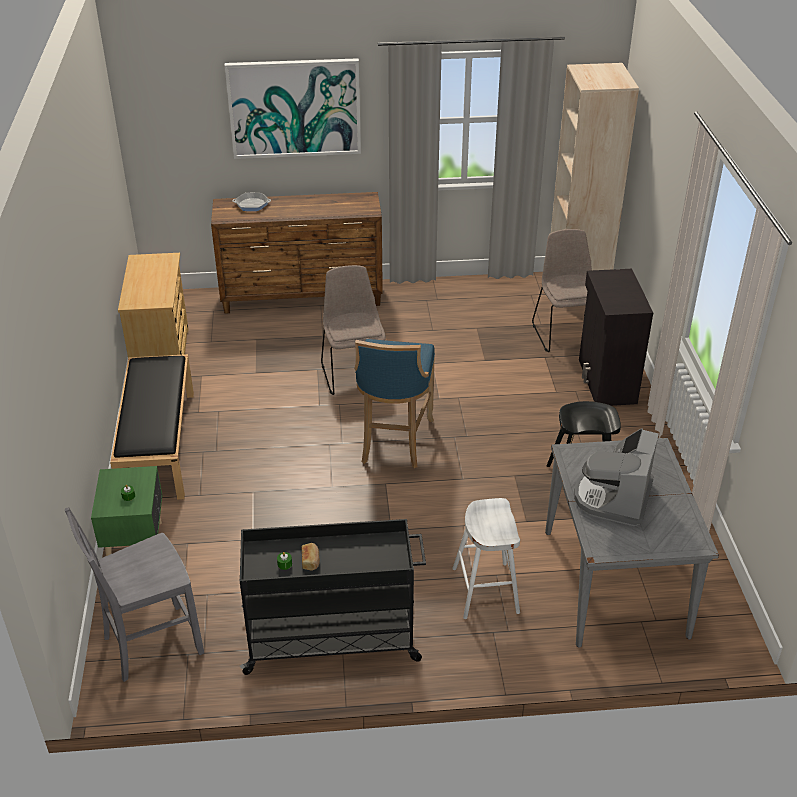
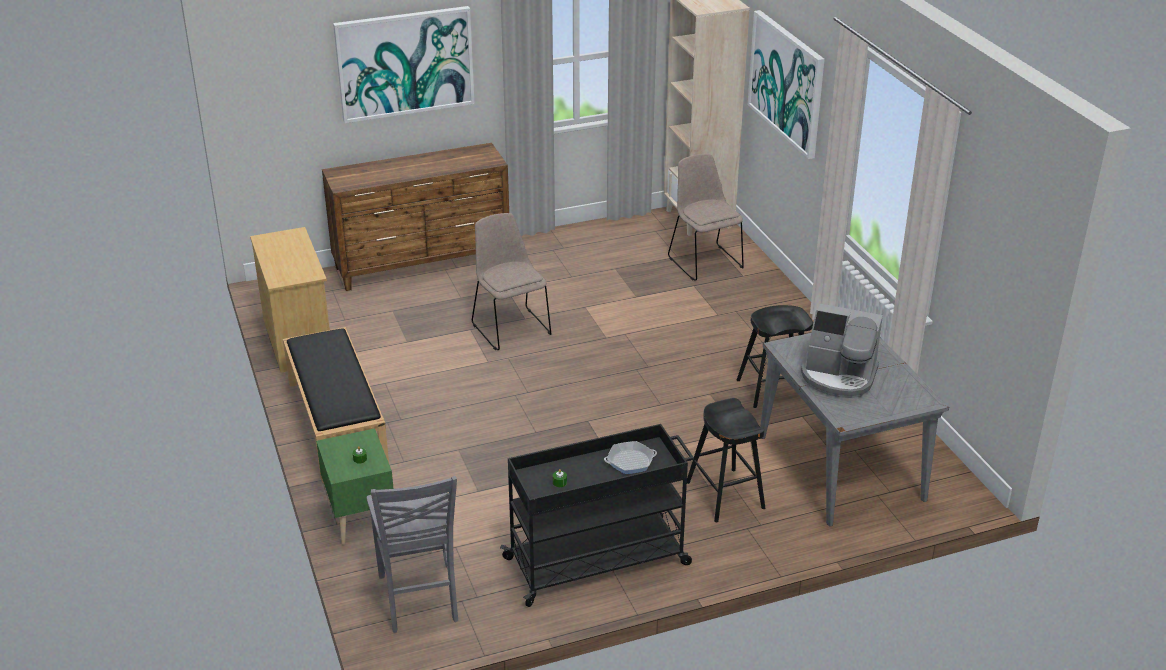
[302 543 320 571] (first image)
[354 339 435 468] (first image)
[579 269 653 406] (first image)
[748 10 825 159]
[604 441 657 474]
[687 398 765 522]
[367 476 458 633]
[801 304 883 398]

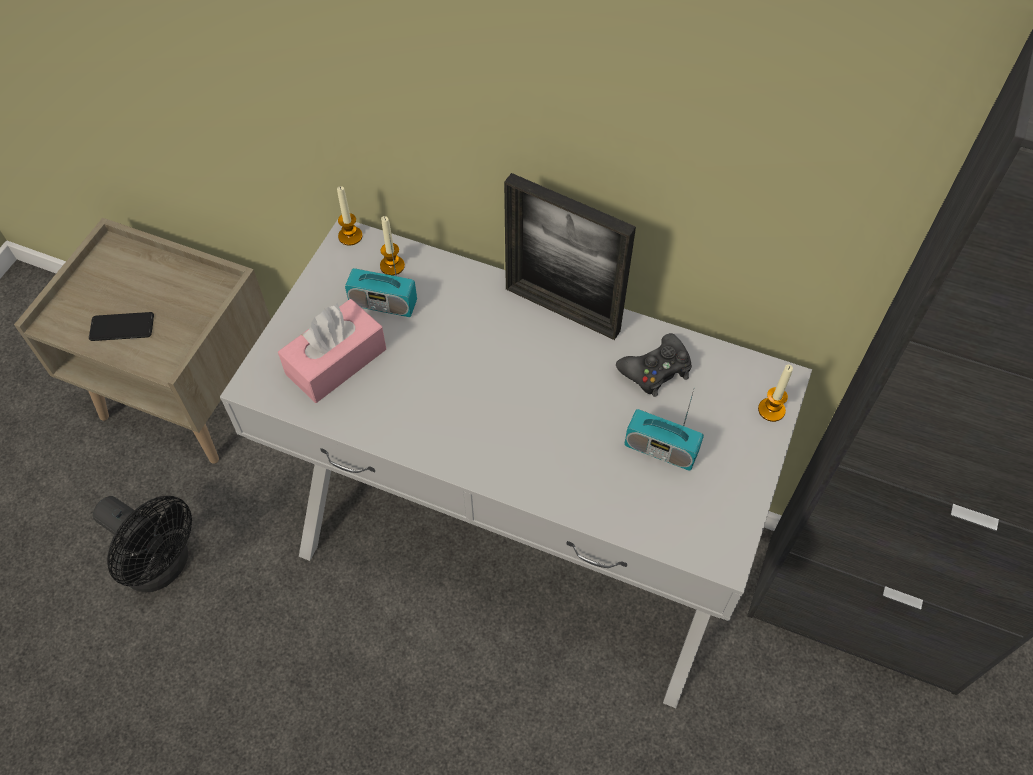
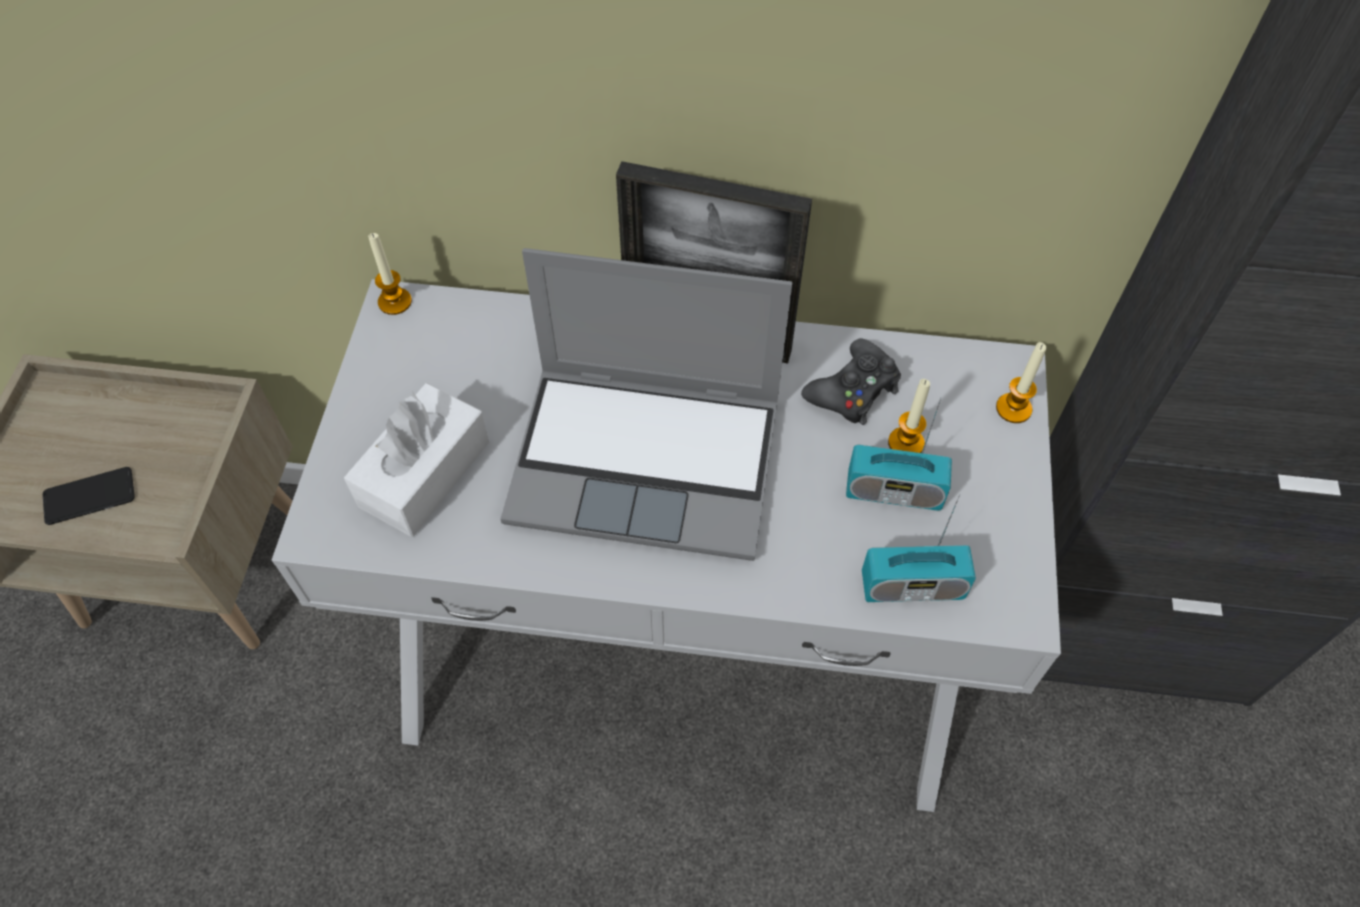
[93 496 192 592] (first image)
[501 248 792 561]
[862 494 976 602]
[888 379 930 453]
[344 383 489 537]

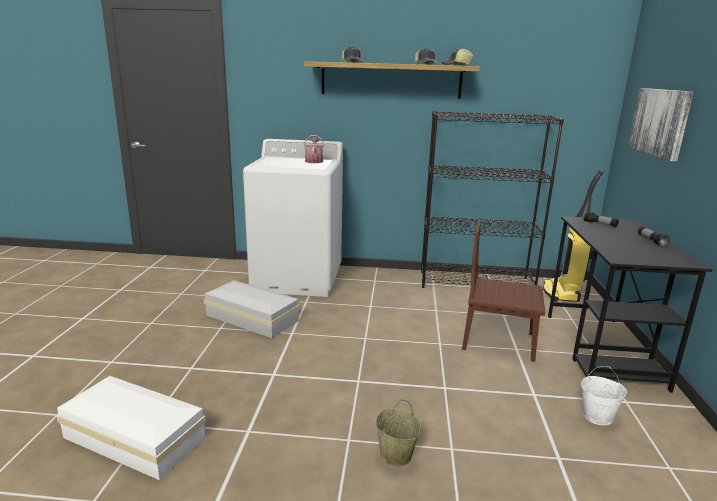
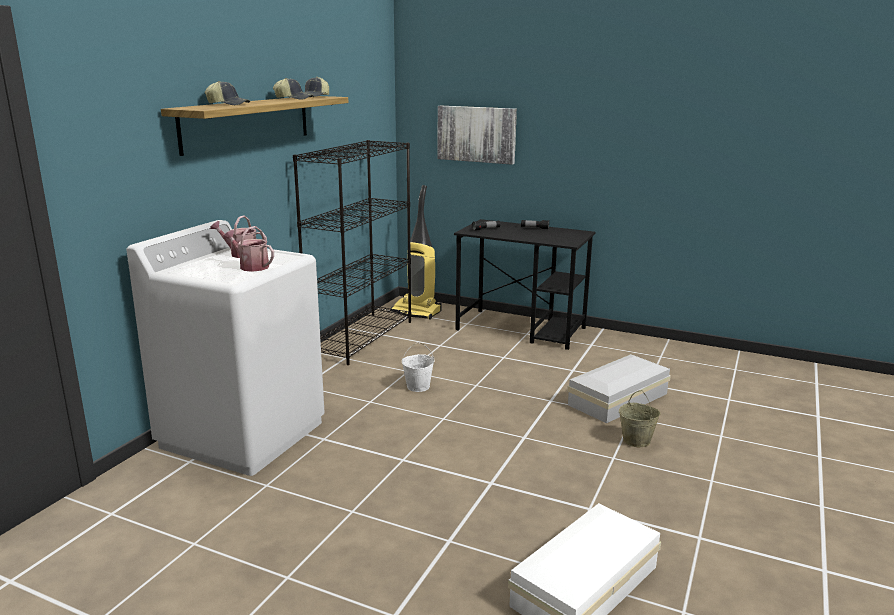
[462 220 545 362] (first image)
[223 226 274 272]
[567 354 671 423]
[402 342 434 392]

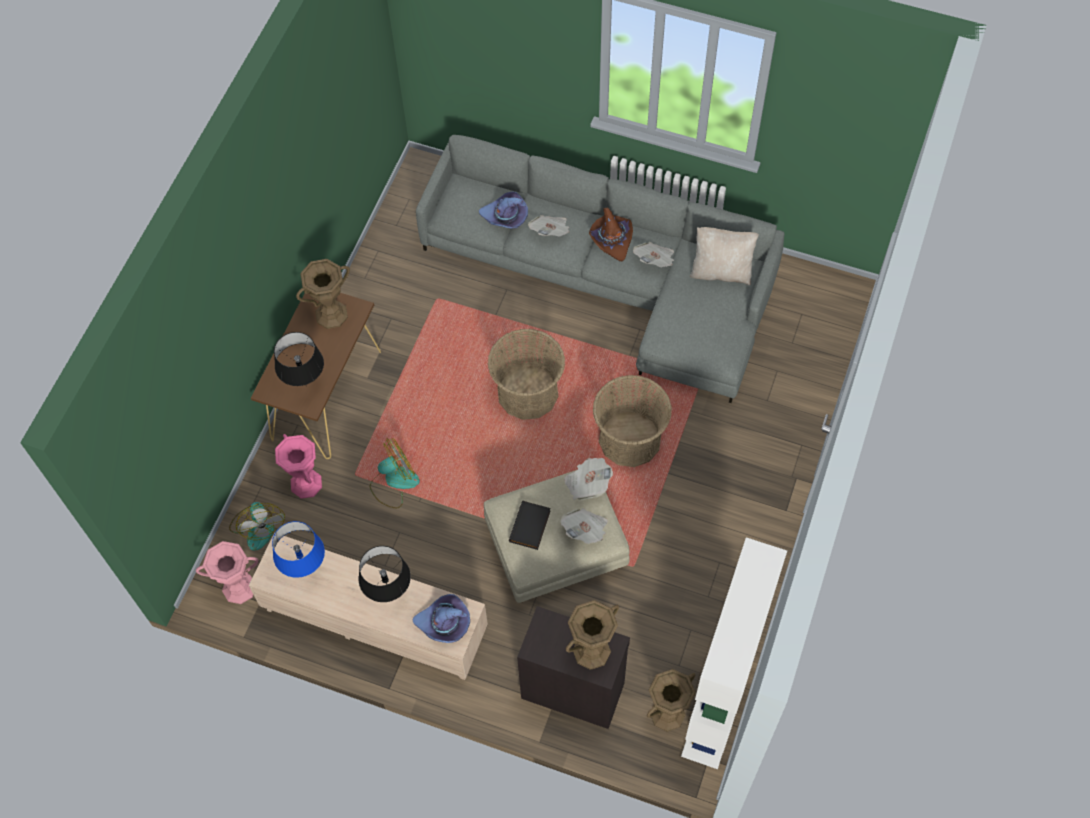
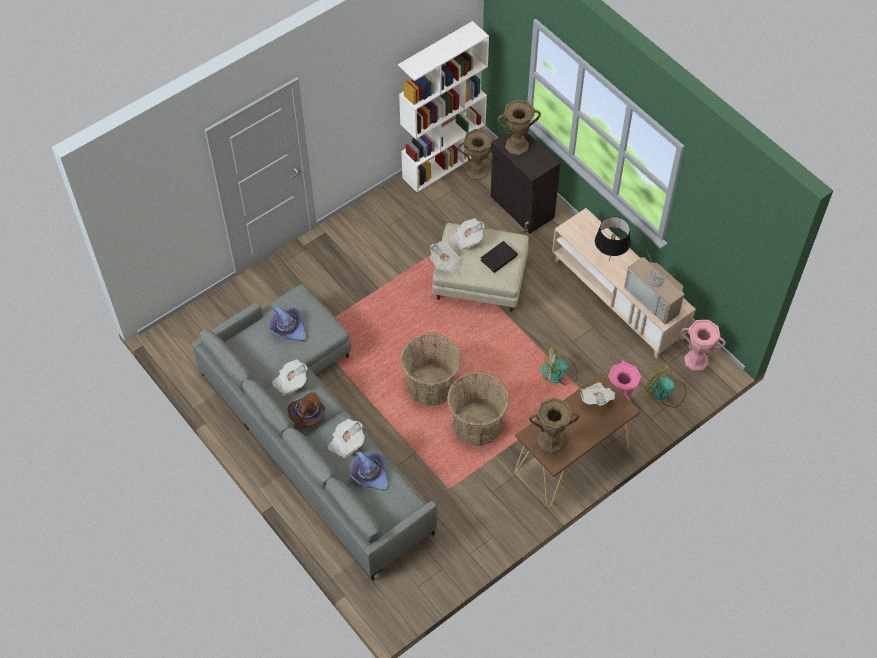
[690 227 759 285] (first image)
[269 306 306 341]
[447 372 509 446]
[624 254 684 325]
[580 383 615 406]
[646 362 686 408]

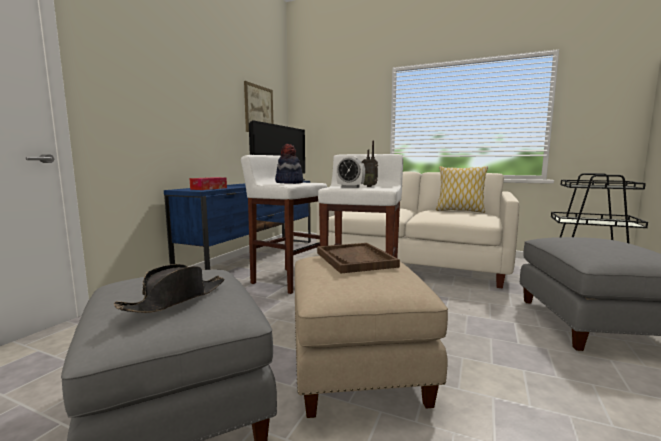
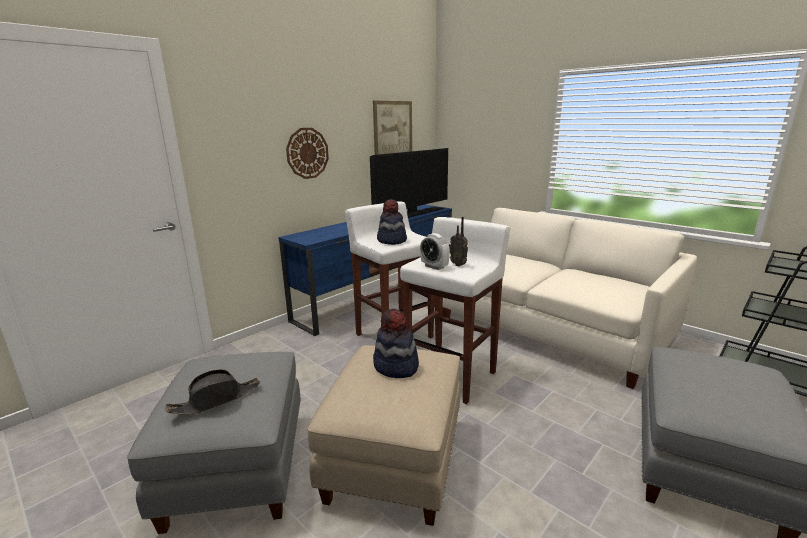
[189 177 227 190] (first image)
[436 166 488 213] (first image)
[286 128 329 179]
[373 309 419 378]

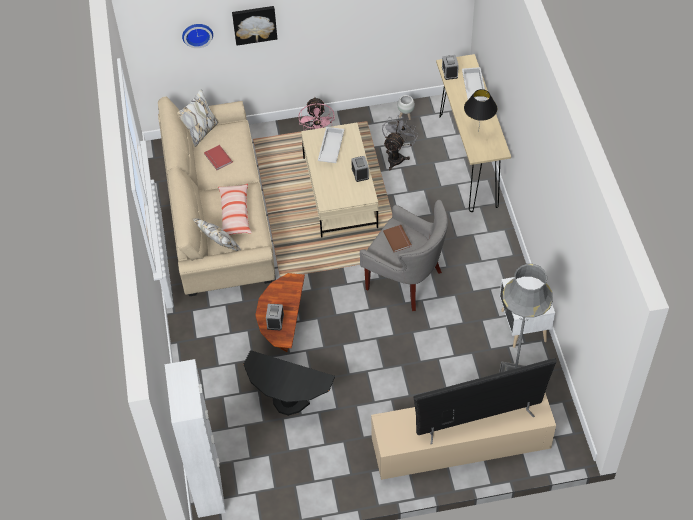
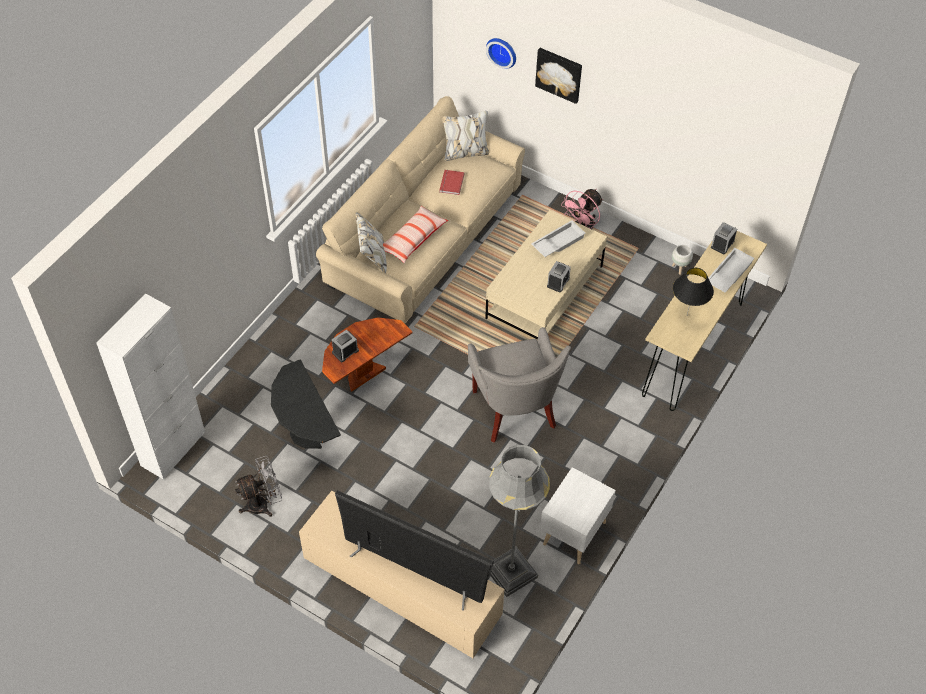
[383 225 412 252] (first image)
[235 456 282 517]

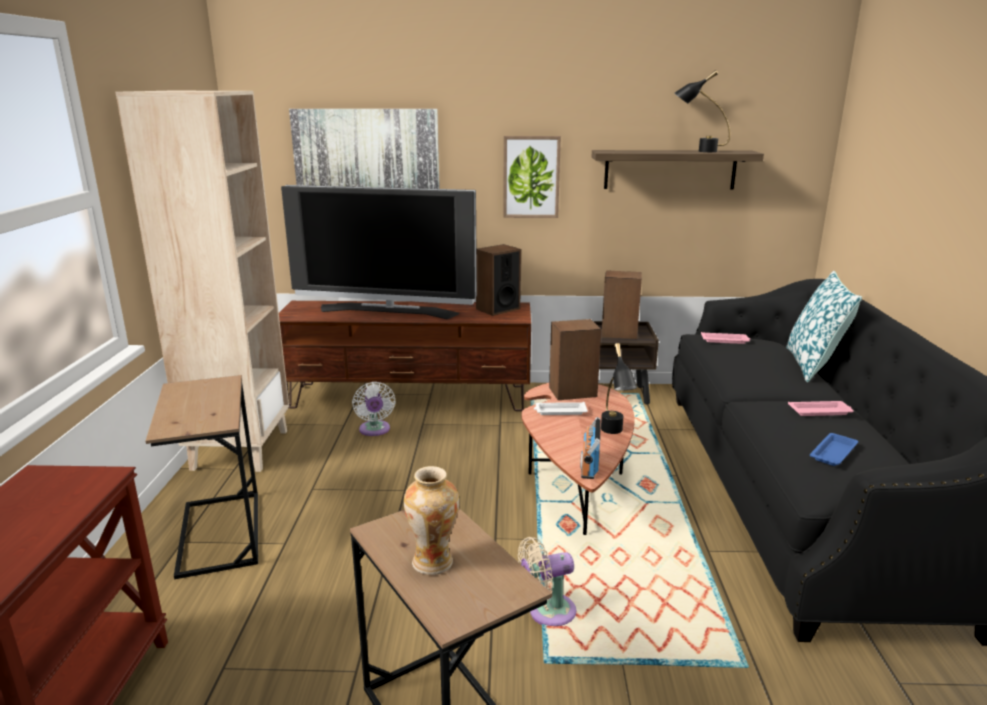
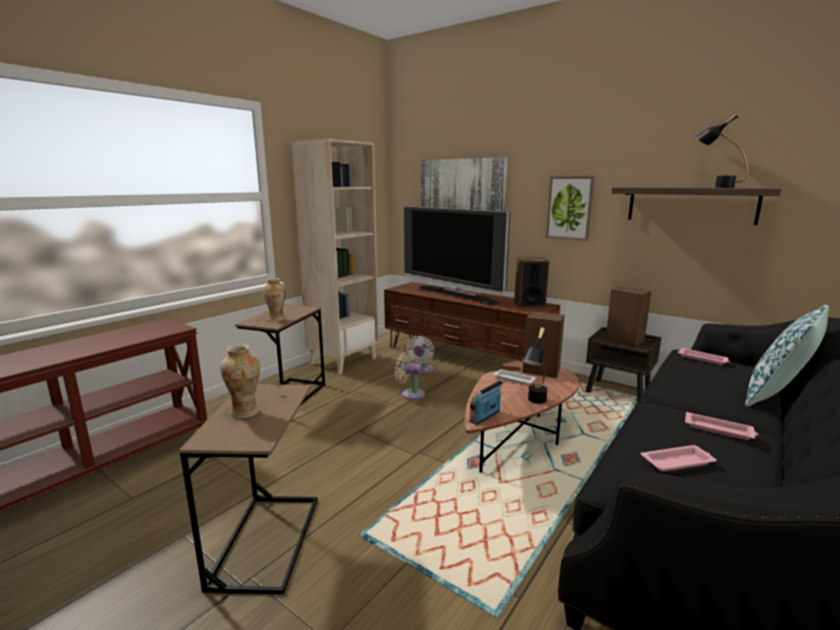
[263 278 286 322]
[395 352 425 400]
[641 445 716 471]

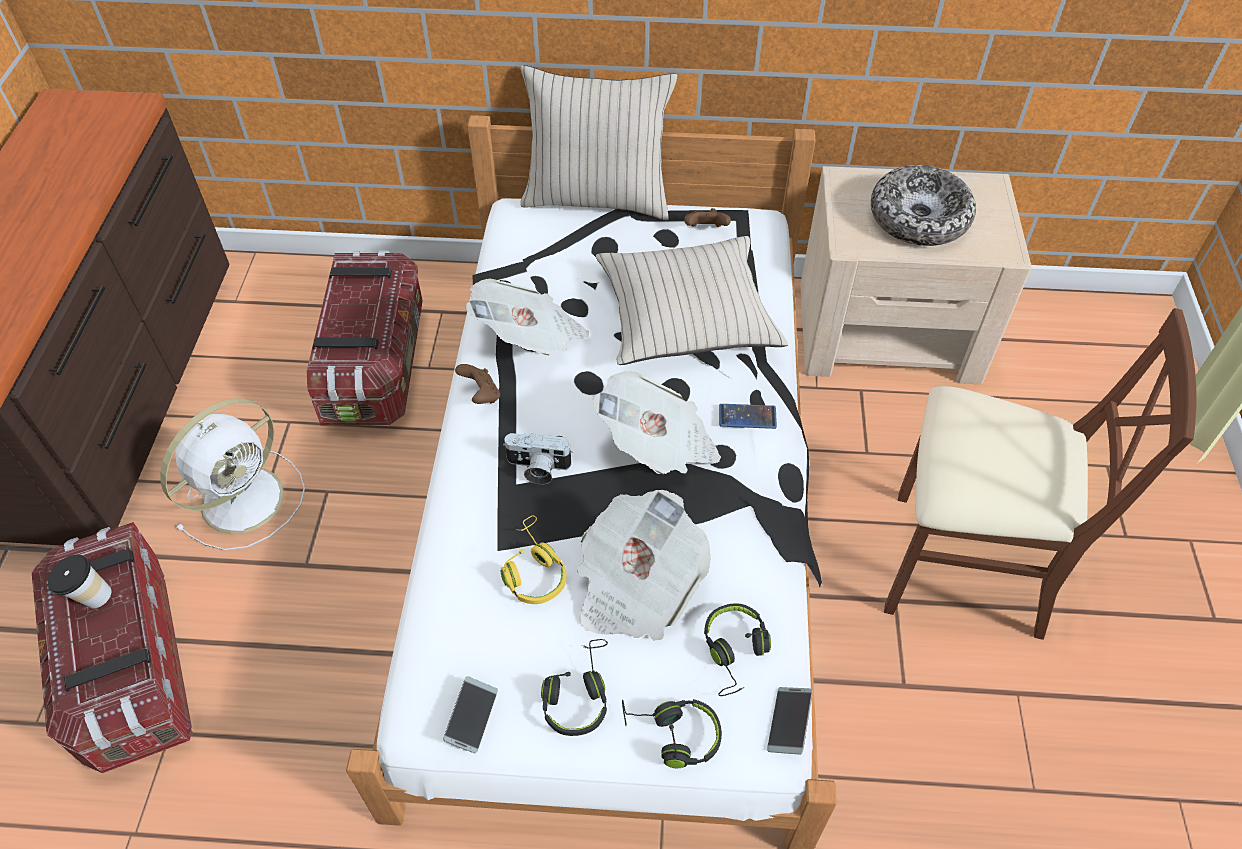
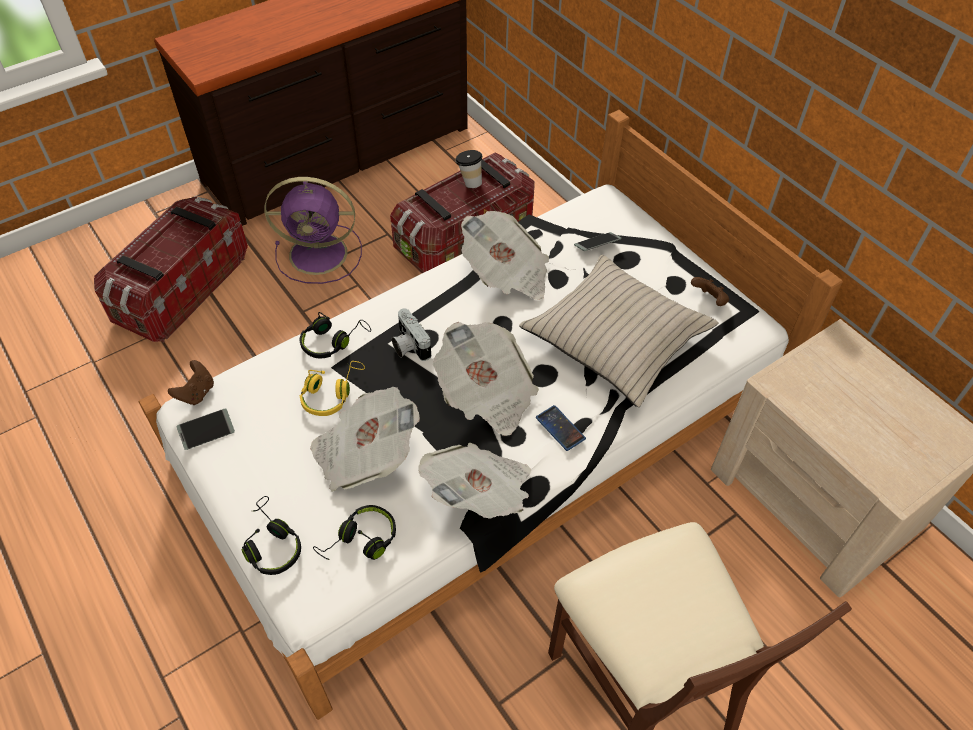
[520 65 677 220] (first image)
[871 165 976 246] (first image)
[418 443 531 519]
[455 150 482 188]
[168 360 214 405]
[300 312 371 358]
[574 232 621 251]
[264 177 362 284]

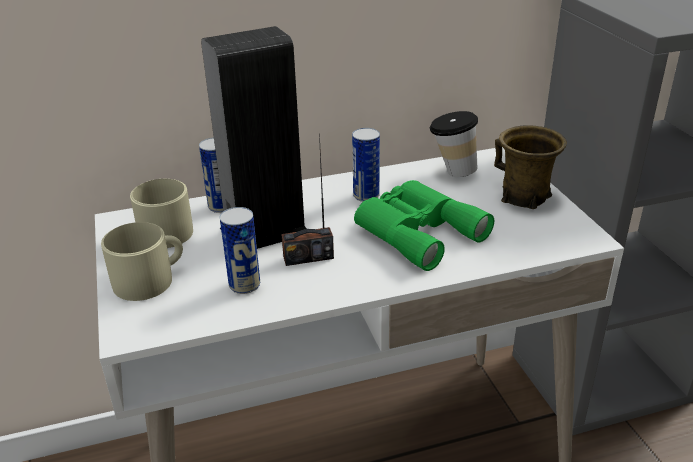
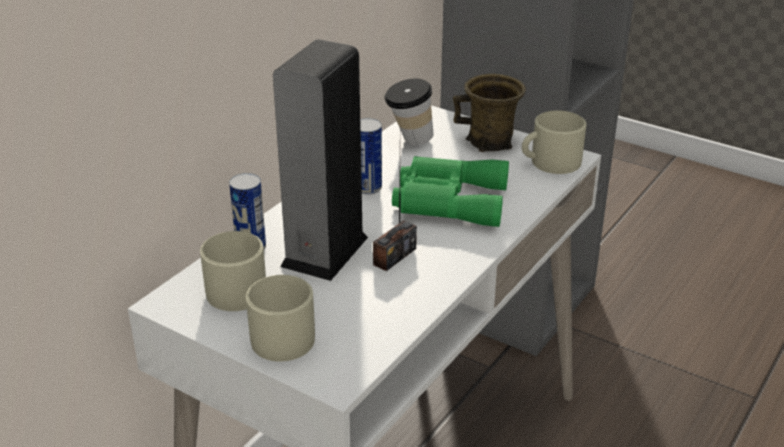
[220 207 260 294] (first image)
[522 110 586 174]

